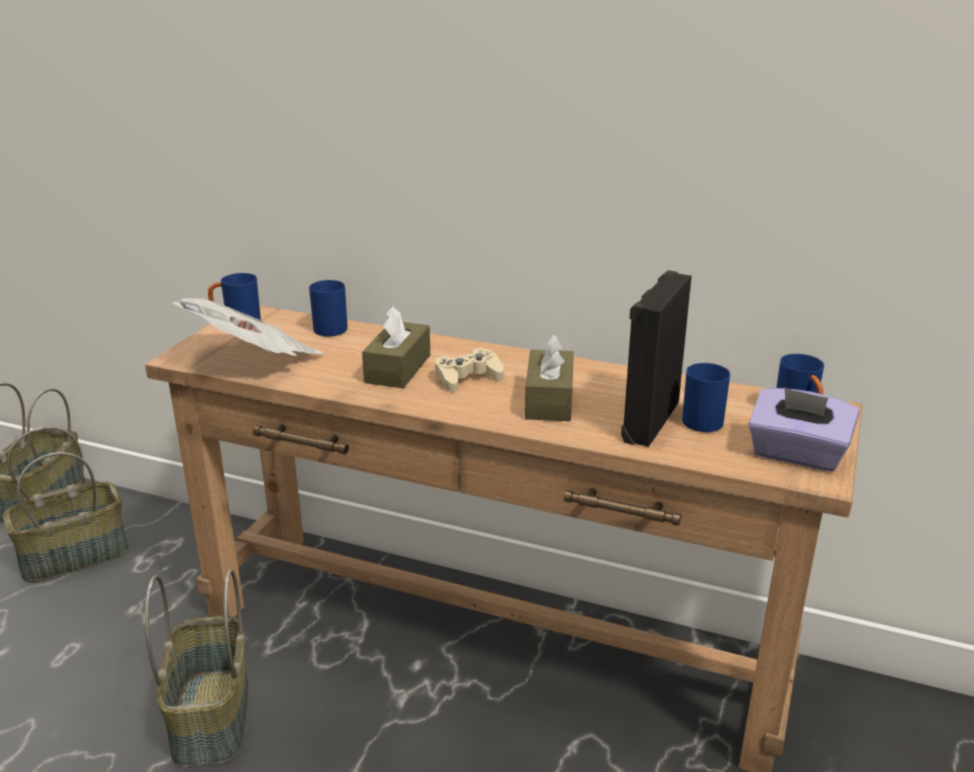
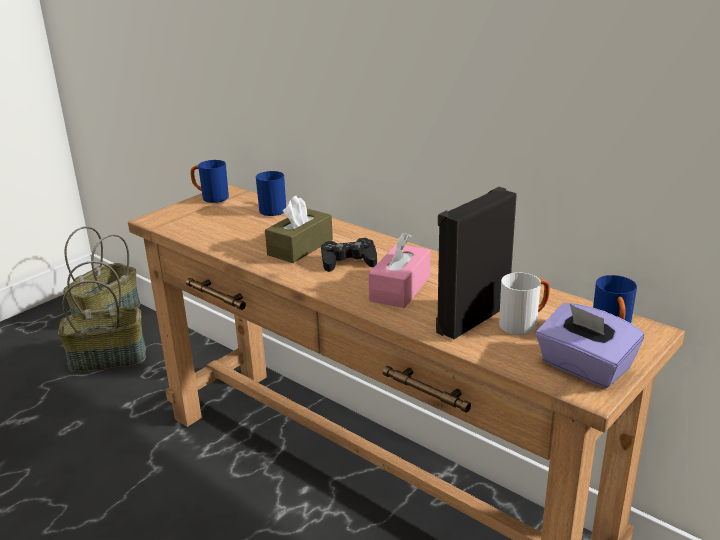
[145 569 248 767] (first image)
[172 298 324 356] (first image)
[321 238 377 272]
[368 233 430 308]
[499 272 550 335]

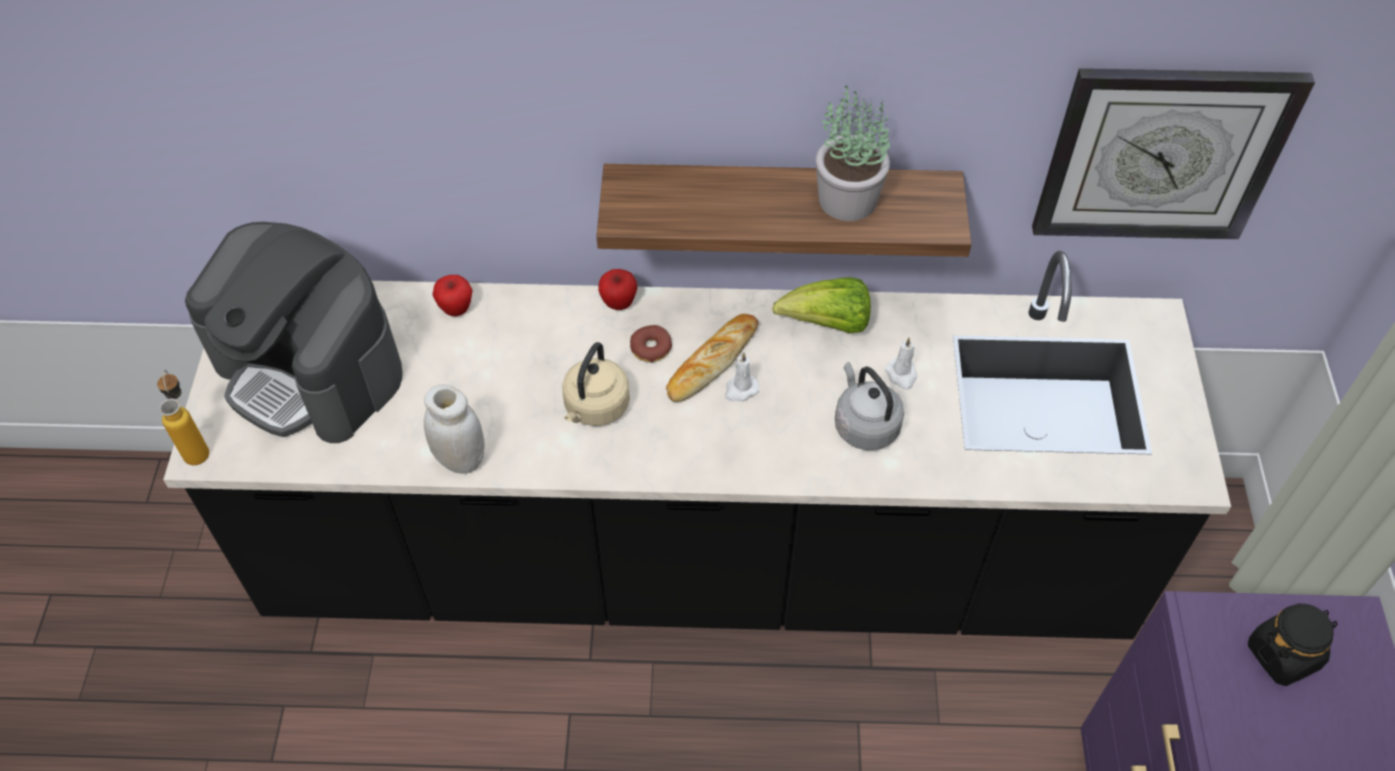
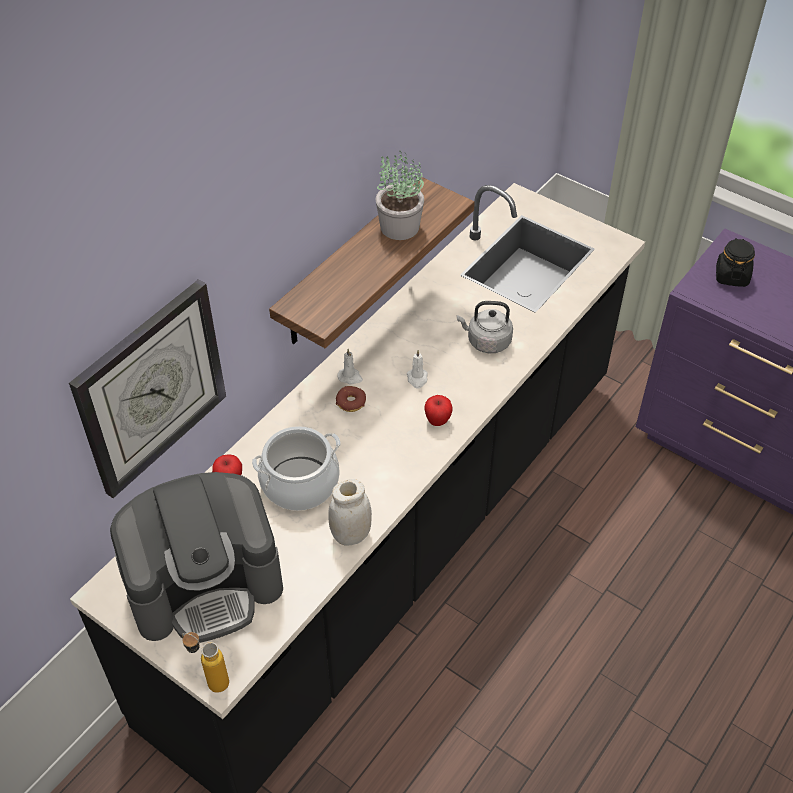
[562 342 630 426] (first image)
[666 314 758 402] (first image)
[772 277 871 333] (first image)
[252 426 340 511]
[424 395 453 426]
[337 349 363 384]
[69 279 226 498]

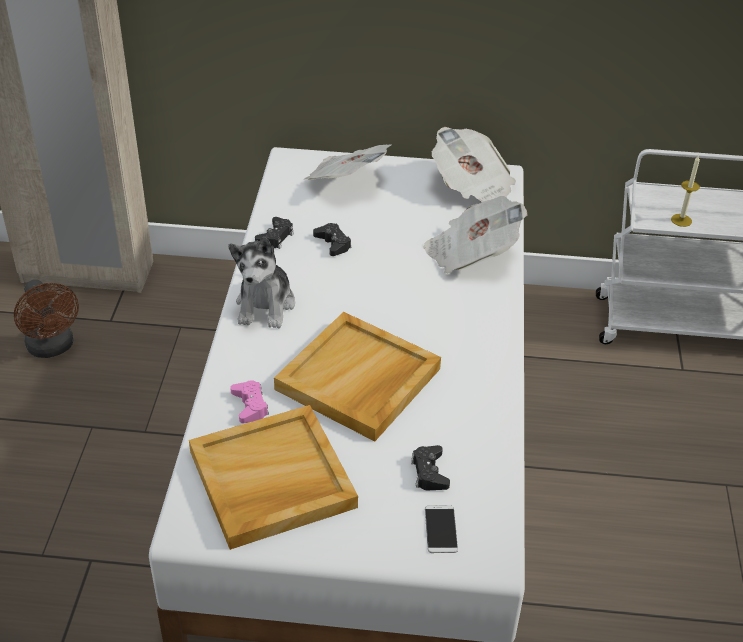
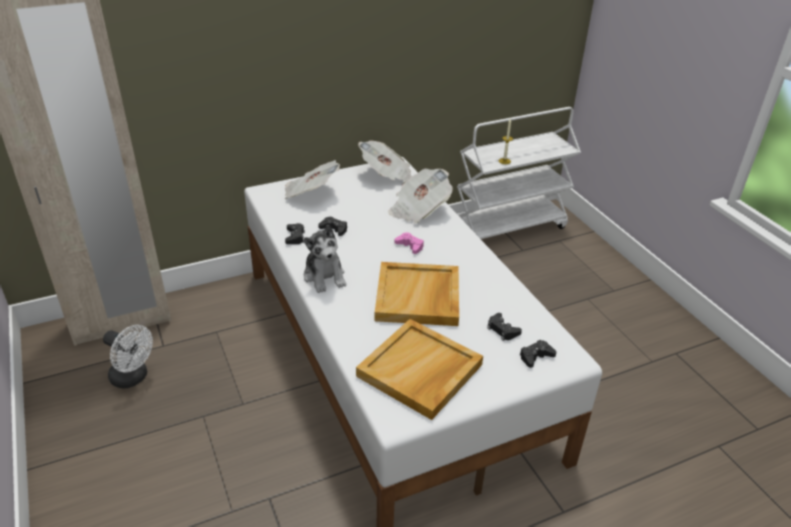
[395 232 424 254]
[520 340 556 368]
[103 325 153 389]

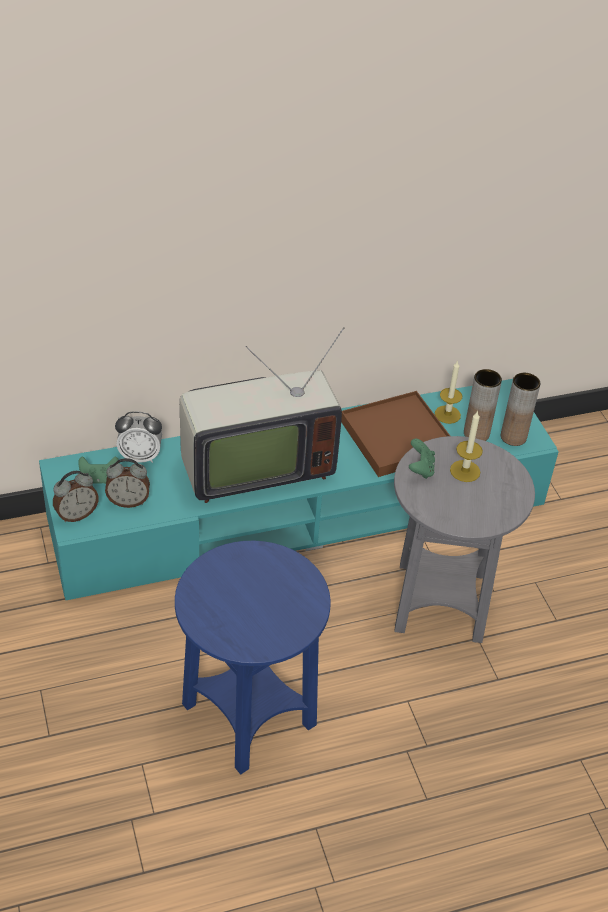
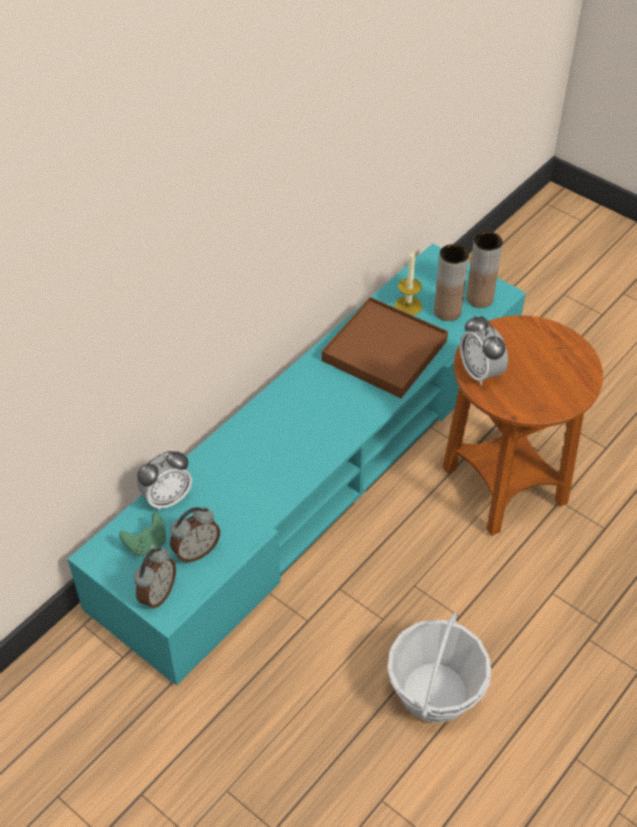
[180 327 345 503] (first image)
[450 411 483 482] (first image)
[387 613 491 723]
[460 315 508 386]
[443 315 603 536]

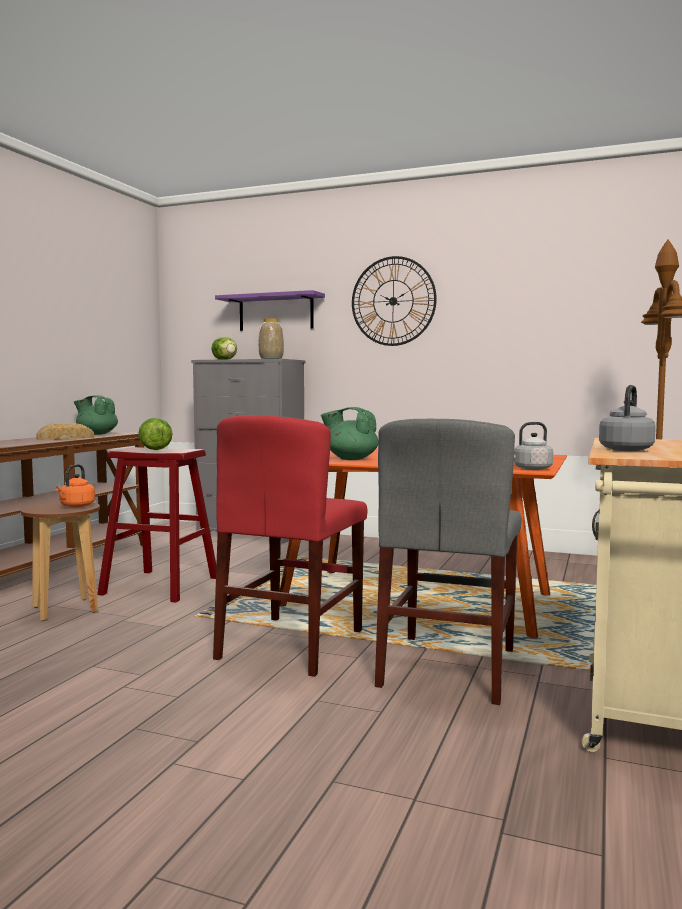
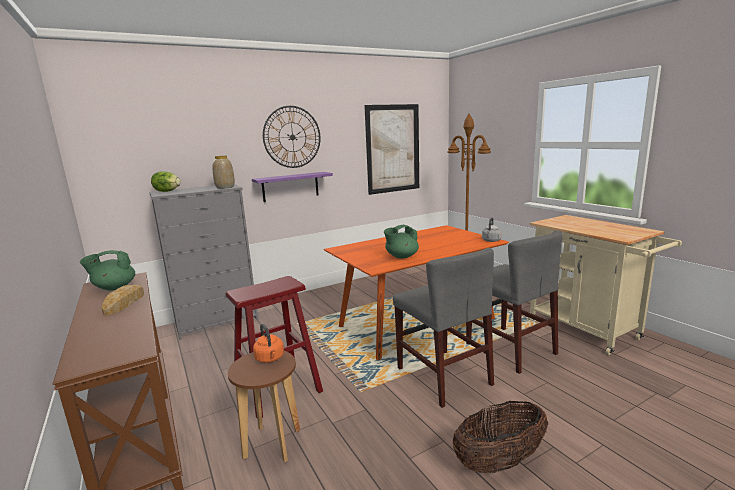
[138 418 173 450] (first image)
[599 385 656 451] (first image)
[364 104 419 195]
[453 401 548 473]
[252 172 333 202]
[393 248 494 408]

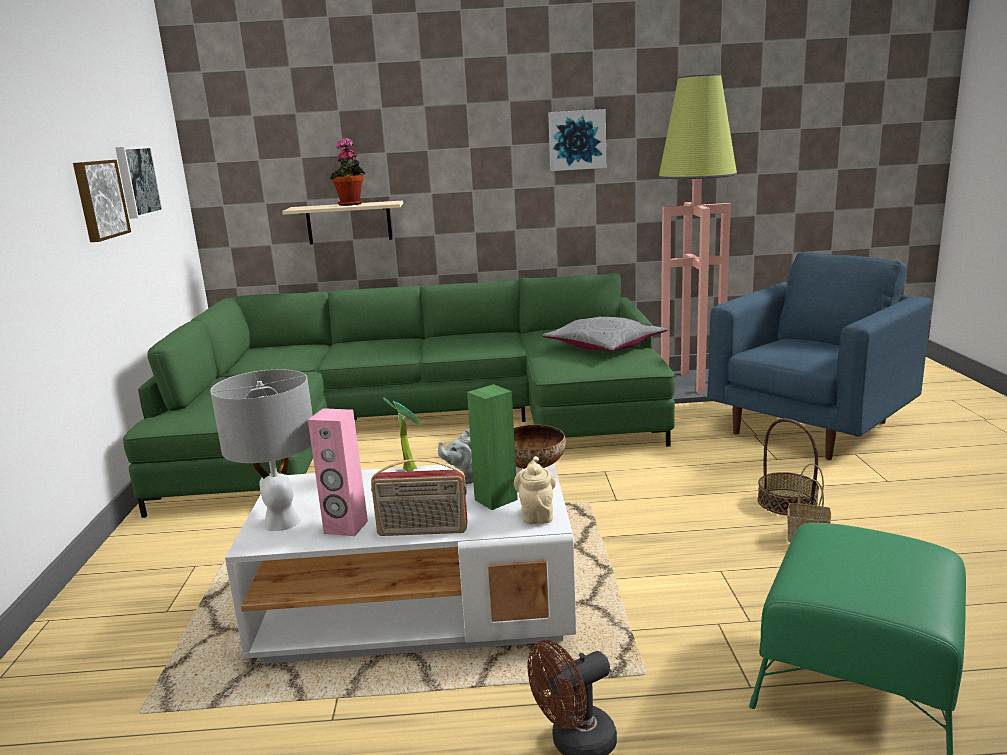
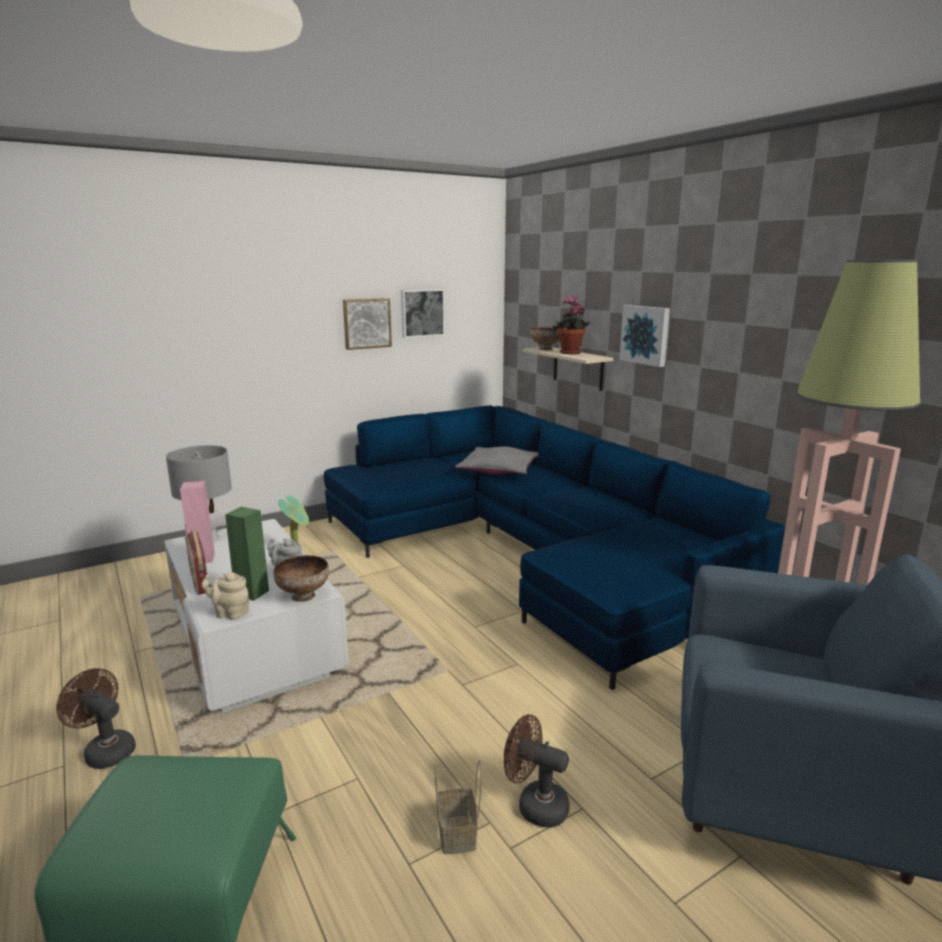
[530 327 560 350]
[455 446 538 475]
[619 305 670 367]
[504 714 569 828]
[324 405 785 690]
[201 572 249 620]

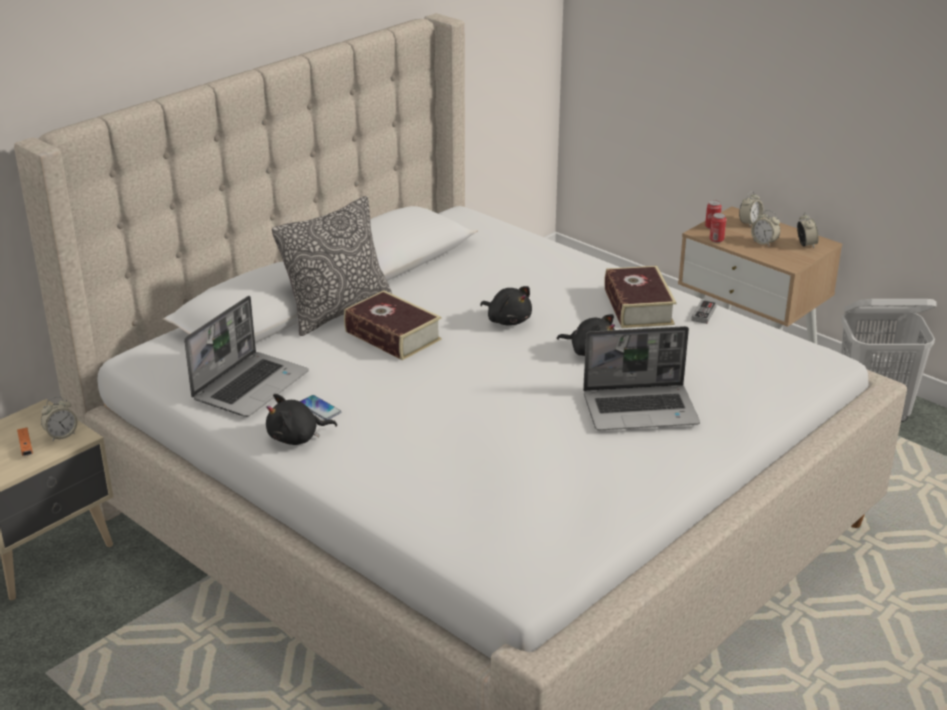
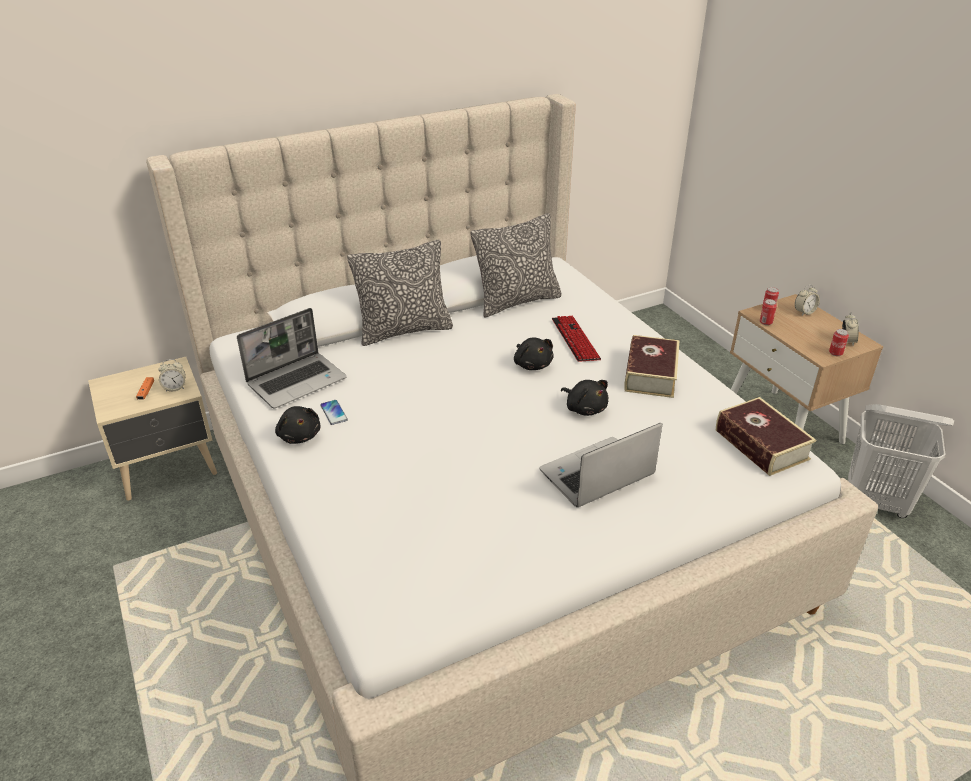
[691 300 717 324] (first image)
[751 210 780 246] (first image)
[471 213 562 317]
[552 316 601 362]
[829 329 849 356]
[716 397 816 476]
[275 406 321 444]
[539 423 662 507]

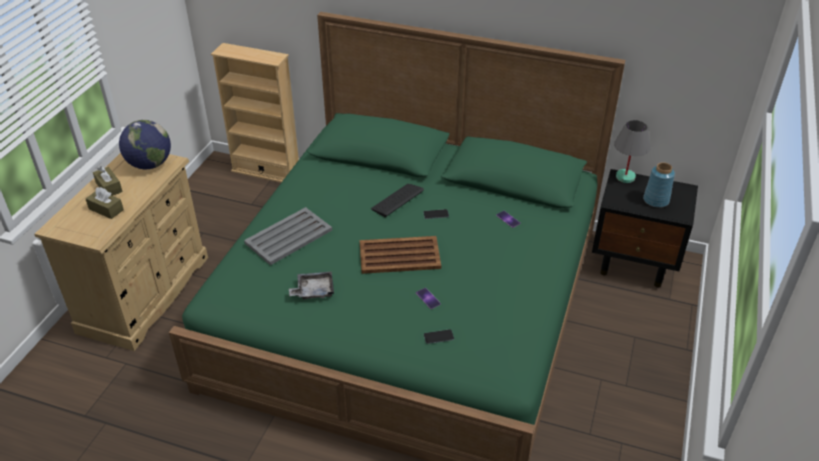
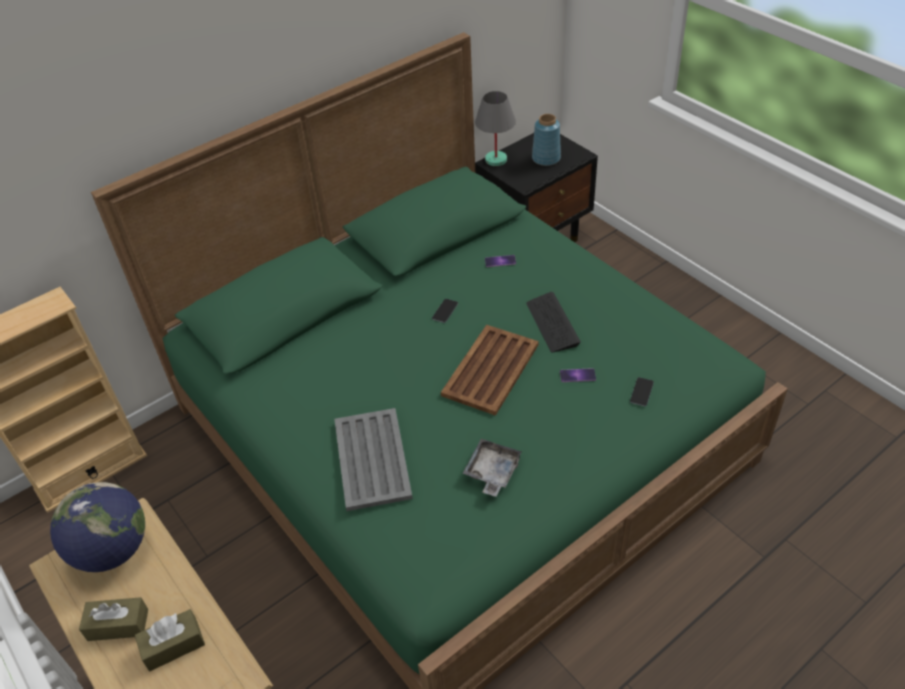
[526 292 581 353]

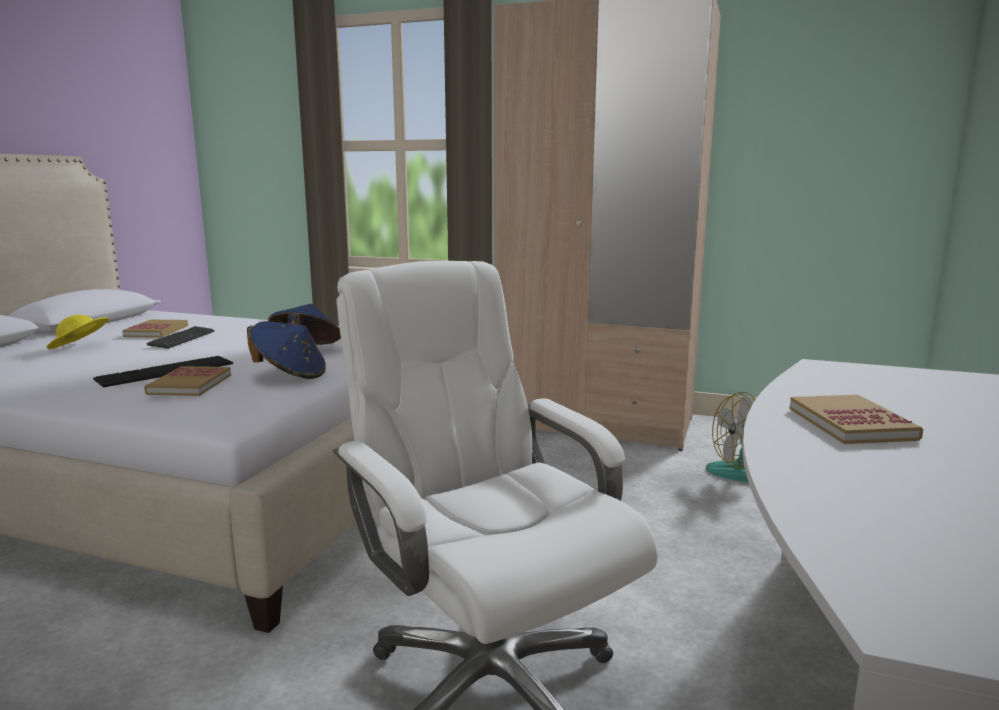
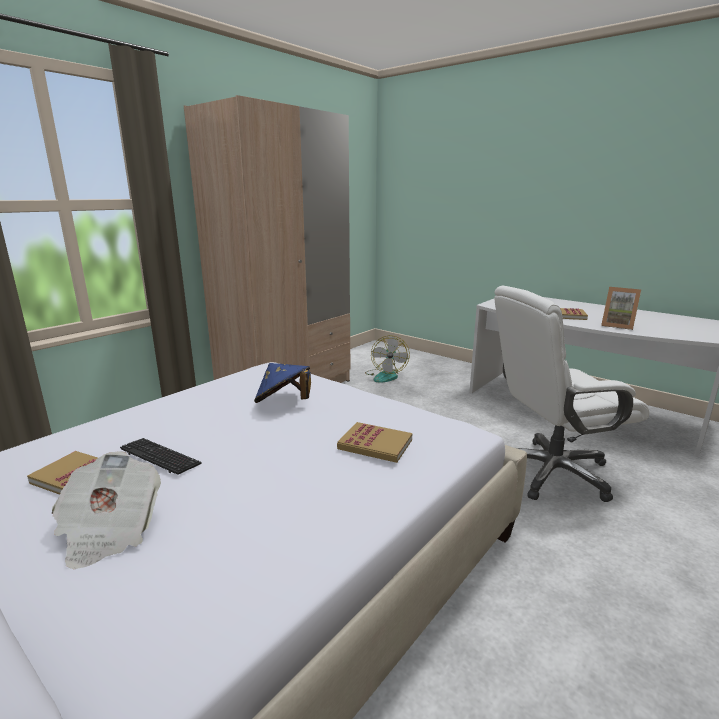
[93 356 233 387] (first image)
[247 321 326 379] (first image)
[601 287 641 330]
[51 451 161 569]

